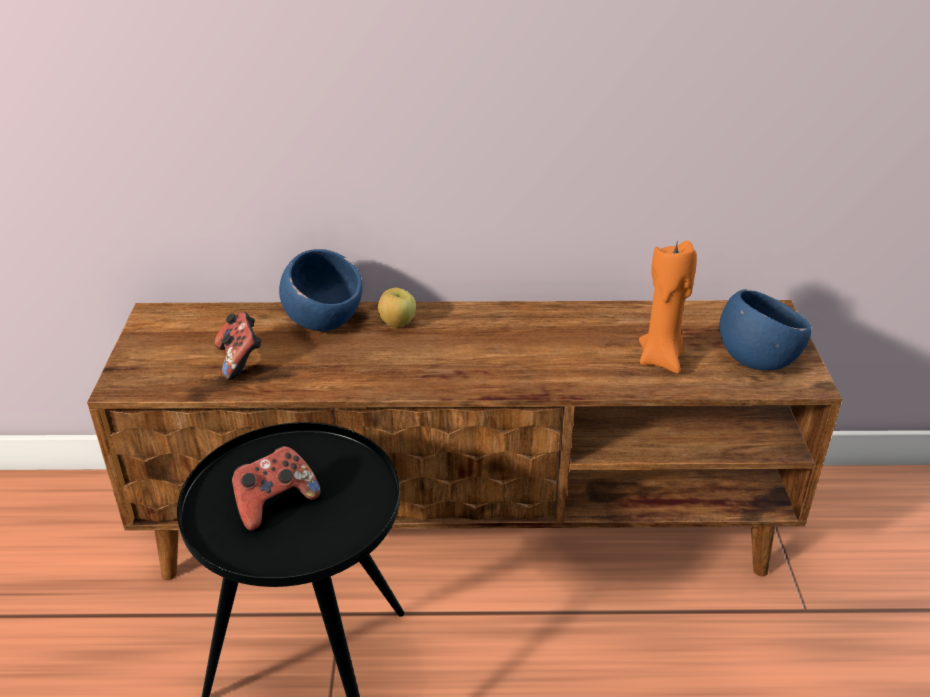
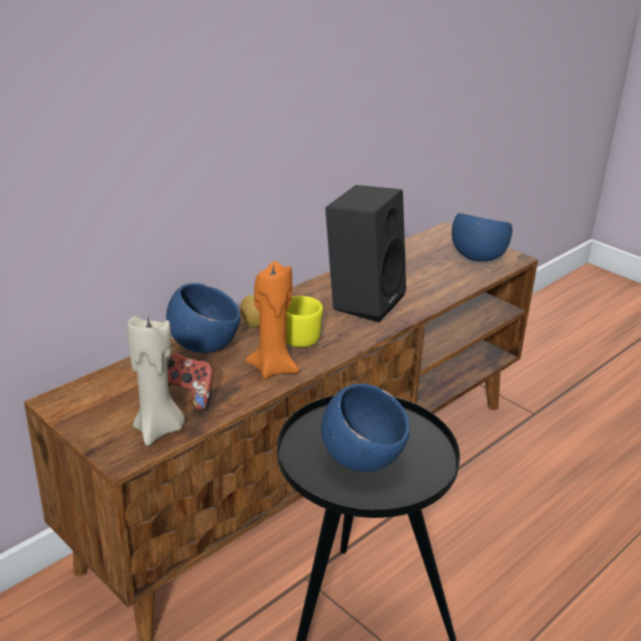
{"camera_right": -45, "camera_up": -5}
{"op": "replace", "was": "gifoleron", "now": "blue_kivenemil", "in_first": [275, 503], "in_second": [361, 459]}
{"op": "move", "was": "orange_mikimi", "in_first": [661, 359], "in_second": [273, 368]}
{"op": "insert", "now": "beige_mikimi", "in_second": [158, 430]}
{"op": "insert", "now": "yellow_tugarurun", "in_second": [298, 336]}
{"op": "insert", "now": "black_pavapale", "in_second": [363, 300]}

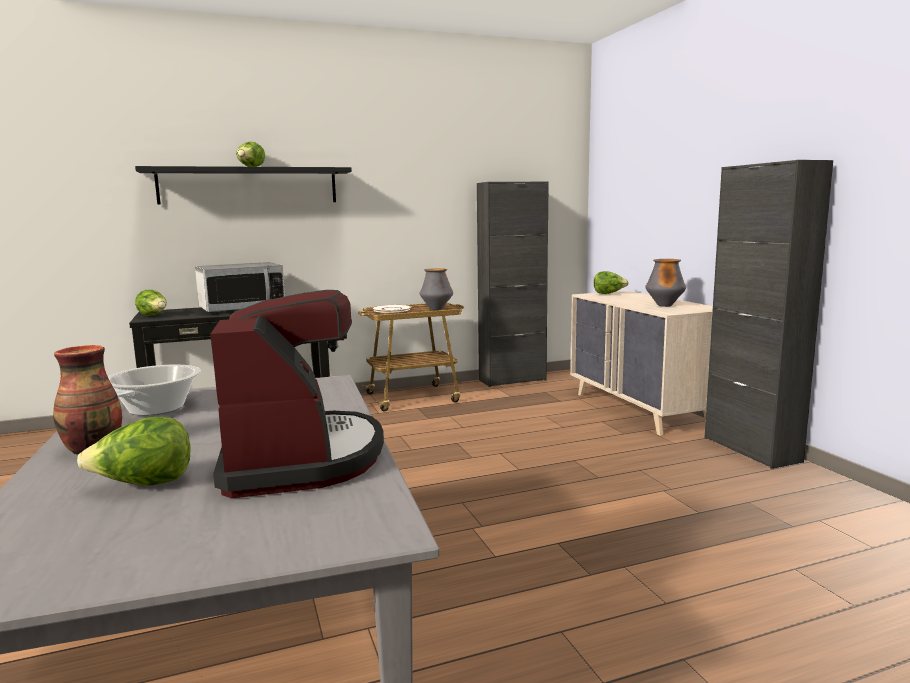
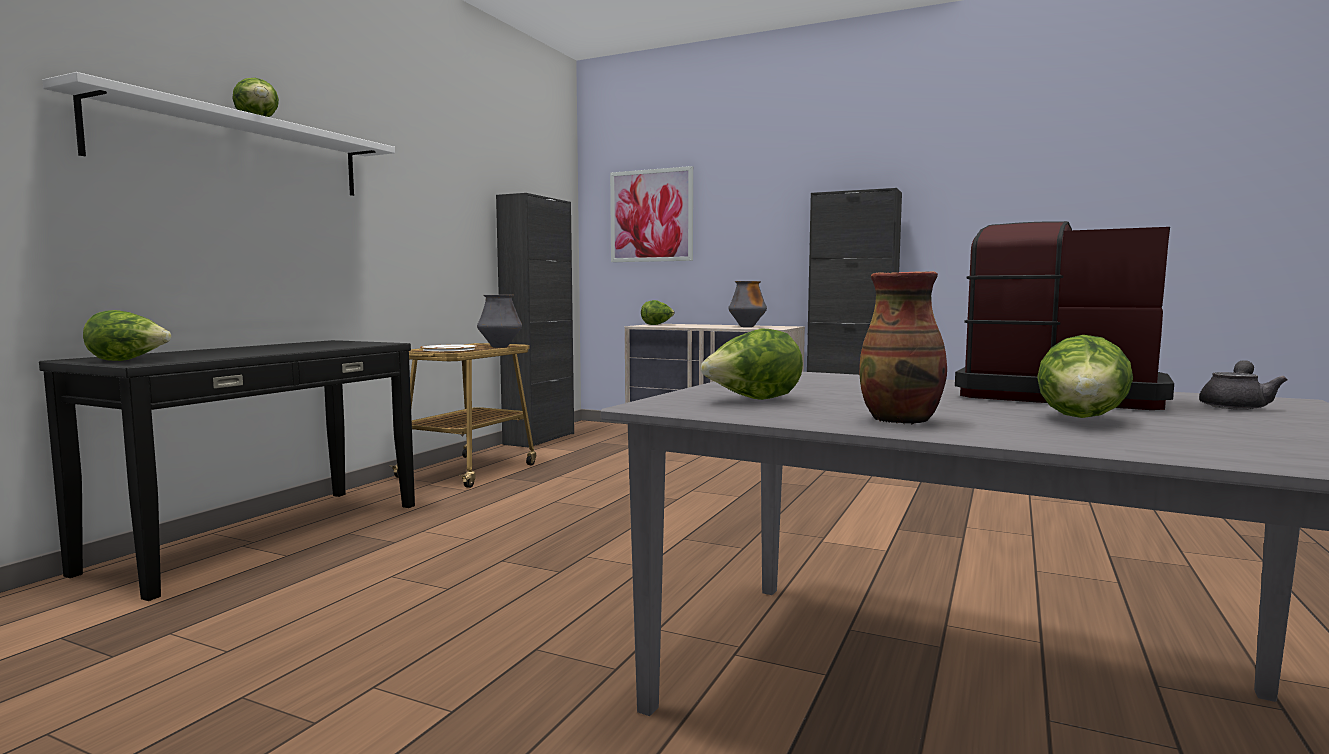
{"camera_right": -45, "camera_up": -5}
{"op": "replace", "was": "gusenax", "now": "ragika", "in_first": [157, 408], "in_second": [753, 400]}
{"op": "recolor", "was": "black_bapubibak", "now": "white_bapubibak", "in_first": [249, 186], "in_second": [237, 150]}
{"op": "delete", "was": "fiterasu", "in_first": [242, 308]}
{"op": "insert", "now": "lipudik", "in_second": [651, 216]}
{"op": "insert", "now": "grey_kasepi", "in_second": [1236, 406]}

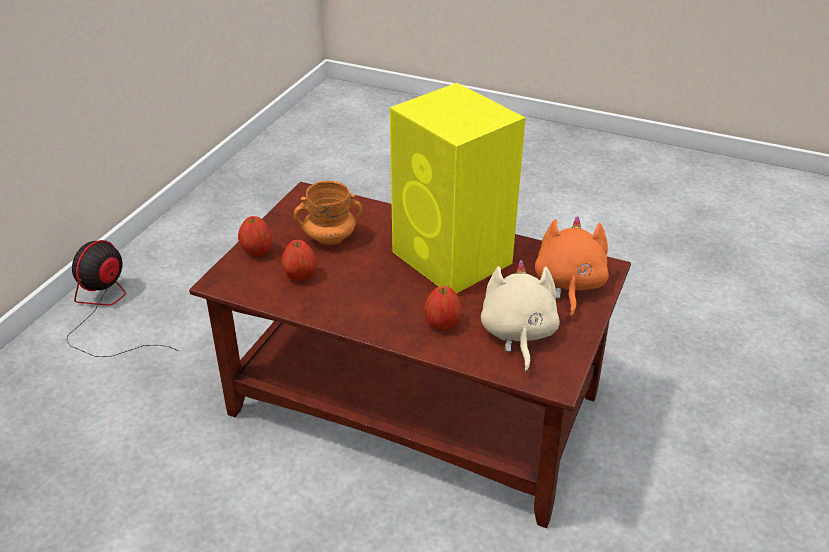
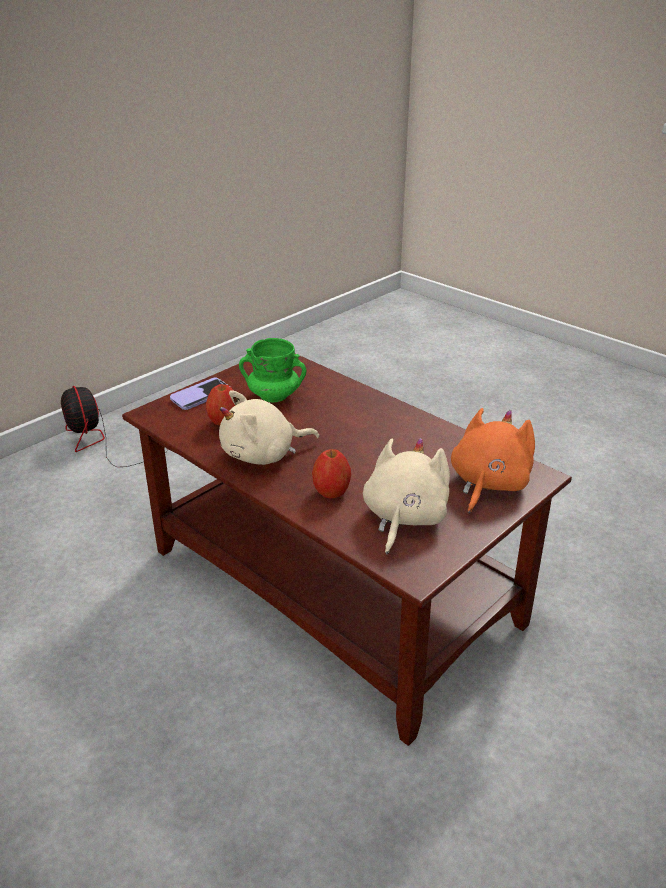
{"camera_right": 20, "camera_up": -5}
{"op": "rotate", "was": "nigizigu", "in_first": [107, 311], "in_second": [108, 442], "clockwise": -75}
{"op": "replace", "was": "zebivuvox", "now": "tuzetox", "in_first": [257, 252], "in_second": [201, 395]}
{"op": "recolor", "was": "orange_tugarurun", "now": "green_tugarurun", "in_first": [330, 238], "in_second": [273, 396]}
{"op": "delete", "was": "yellow_pavapale", "in_first": [453, 259]}
{"op": "insert", "now": "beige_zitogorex", "in_second": [263, 455]}

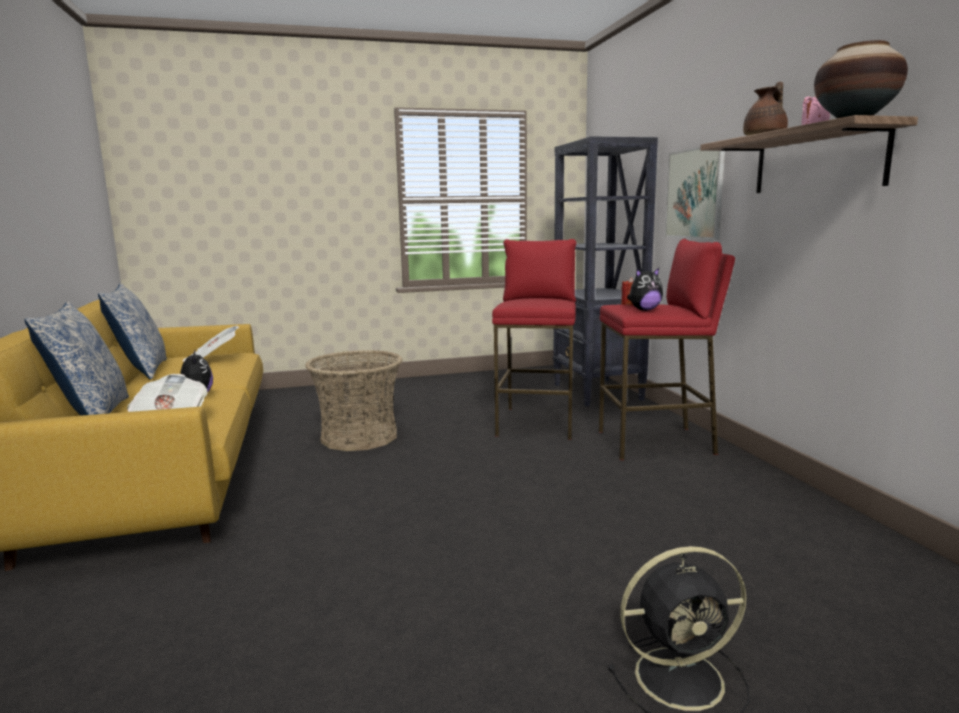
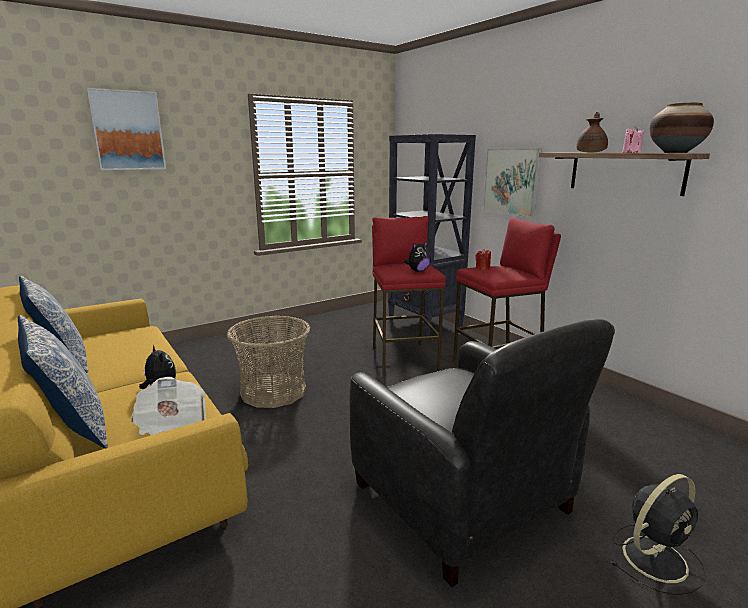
{"camera_right": -20, "camera_up": 5}
{"op": "delete", "was": "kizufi", "in_first": [212, 359]}
{"op": "move", "was": "zitogorex", "in_first": [644, 310], "in_second": [418, 271]}
{"op": "insert", "now": "lipudik", "in_second": [128, 130]}
{"op": "insert", "now": "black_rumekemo", "in_second": [462, 499]}

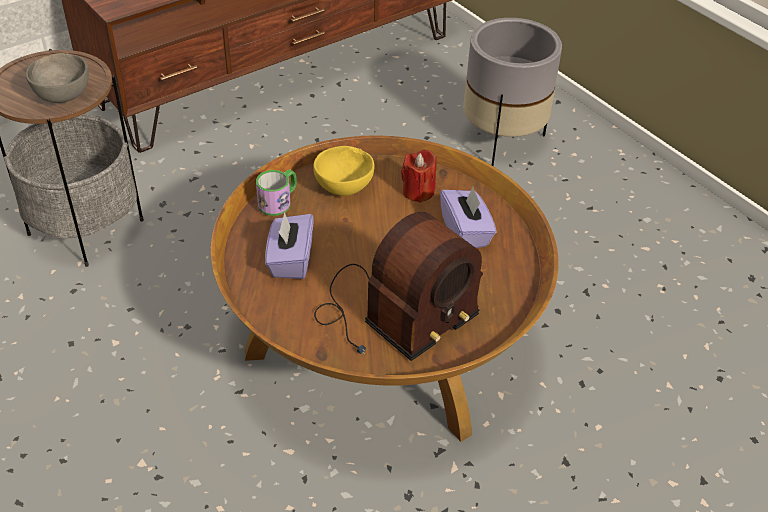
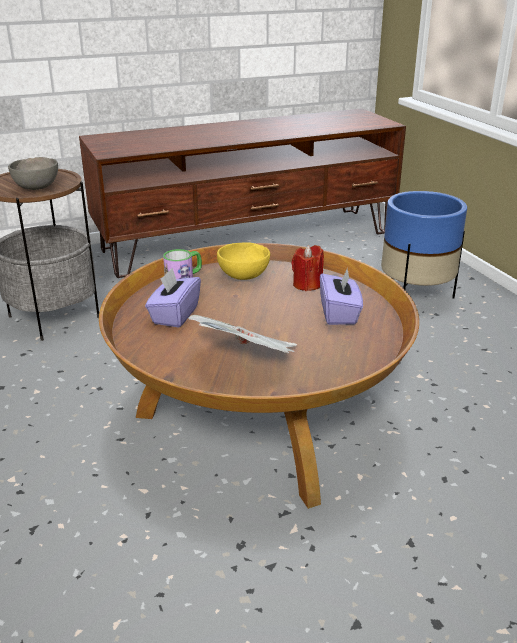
{"camera_right": 15, "camera_up": -15}
{"op": "replace", "was": "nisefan", "now": "kizufi", "in_first": [393, 314], "in_second": [248, 359]}
{"op": "recolor", "was": "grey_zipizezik", "now": "blue_zipizezik", "in_first": [502, 140], "in_second": [415, 297]}

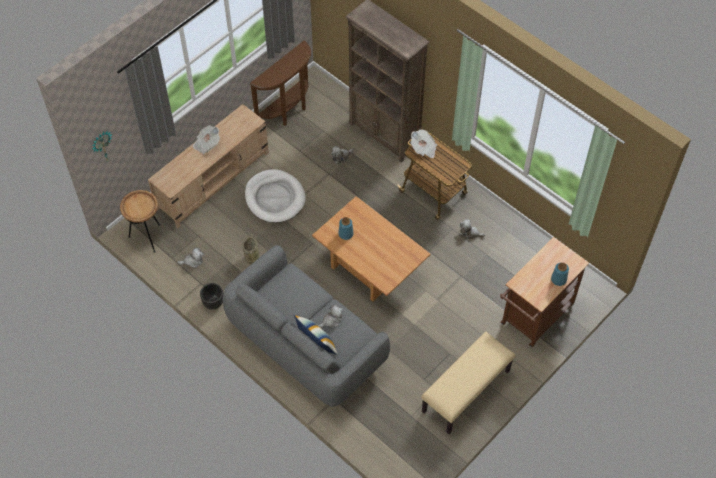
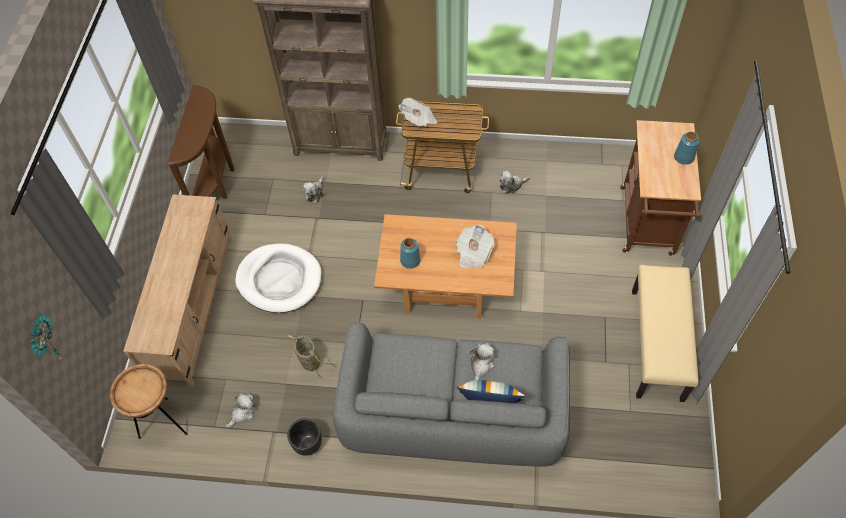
{"camera_right": -35, "camera_up": 0}
{"op": "move", "was": "kizufi", "in_first": [206, 144], "in_second": [473, 253]}

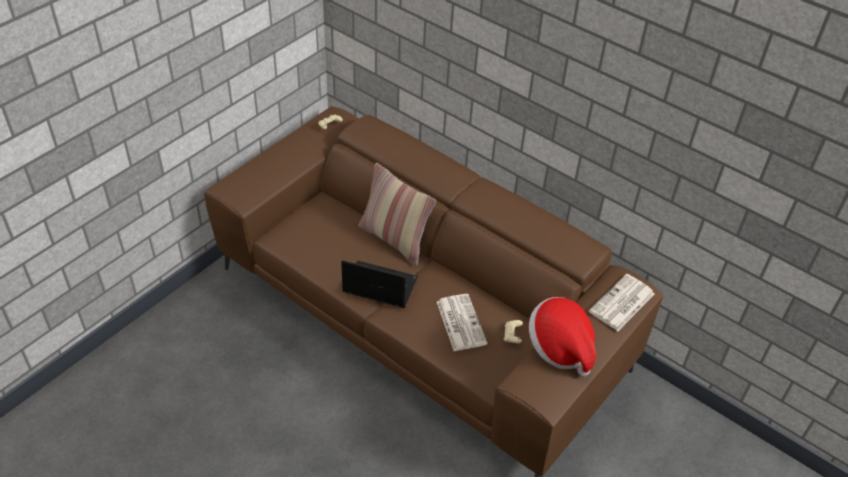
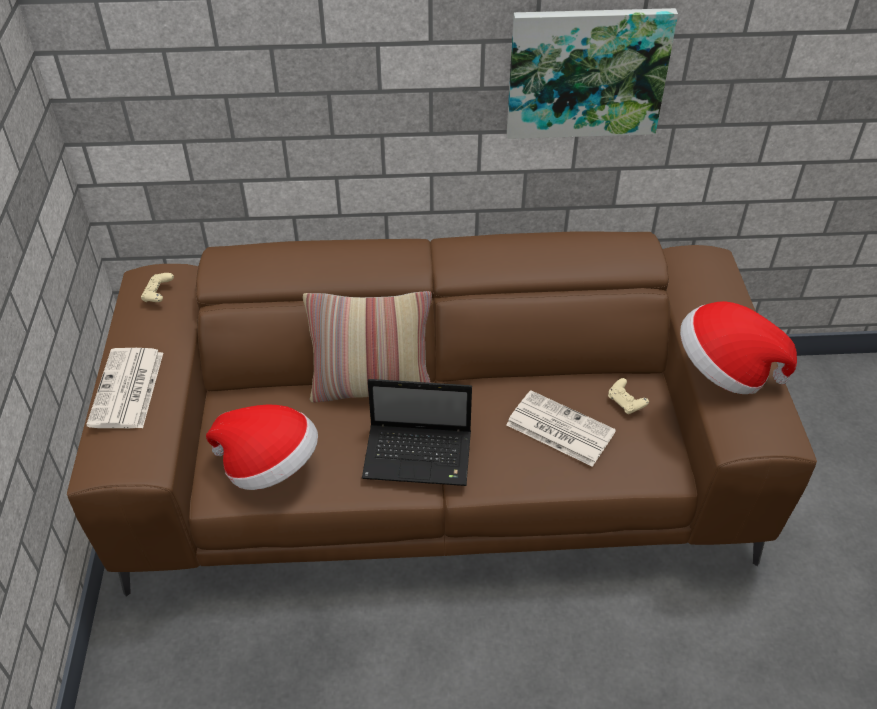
{"camera_right": -40, "camera_up": 0}
{"op": "rotate", "was": "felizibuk", "in_first": [378, 286], "in_second": [420, 456], "clockwise": -150}
{"op": "move", "was": "kizufi", "in_first": [621, 303], "in_second": [127, 390]}
{"op": "insert", "now": "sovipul", "in_second": [270, 466]}
{"op": "insert", "now": "lipudik", "in_second": [586, 72]}

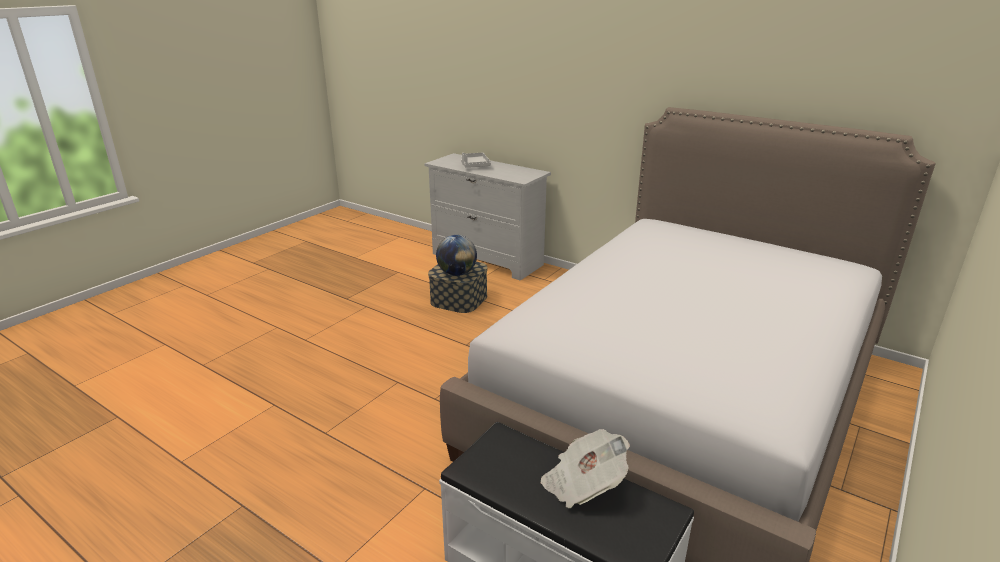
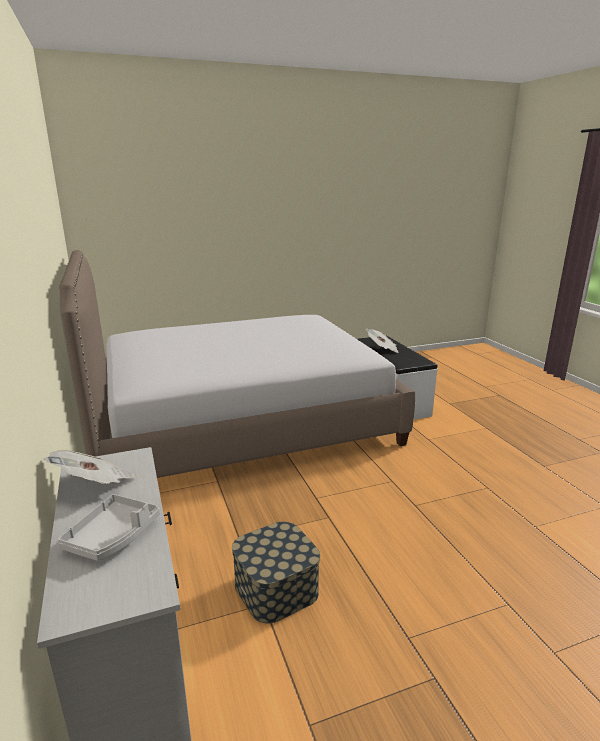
{"camera_right": -145, "camera_up": -5}
{"op": "delete", "was": "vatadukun", "in_first": [457, 273]}
{"op": "insert", "now": "kizufi", "in_second": [95, 484]}

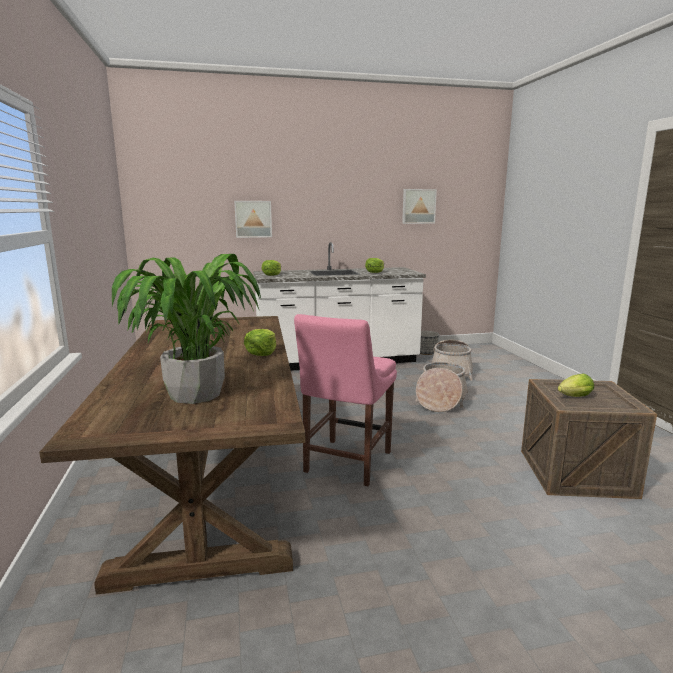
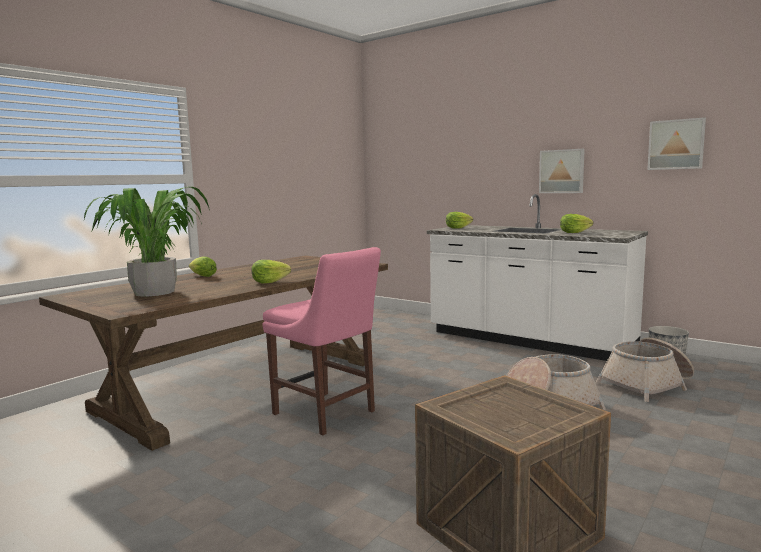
{"camera_right": 50, "camera_up": -5}
{"op": "move", "was": "lipudik", "in_first": [253, 219], "in_second": [562, 171]}
{"op": "rotate", "was": "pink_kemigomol", "in_first": [345, 463], "in_second": [327, 414], "clockwise": -120}
{"op": "move", "was": "ragika", "in_first": [573, 397], "in_second": [202, 276]}

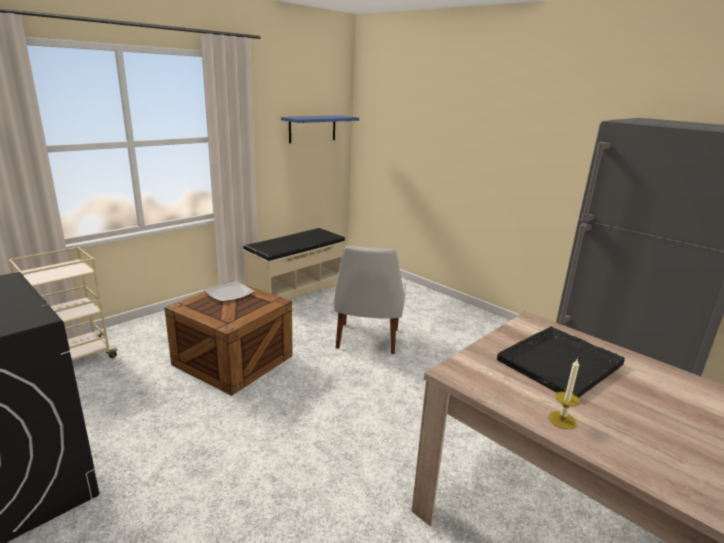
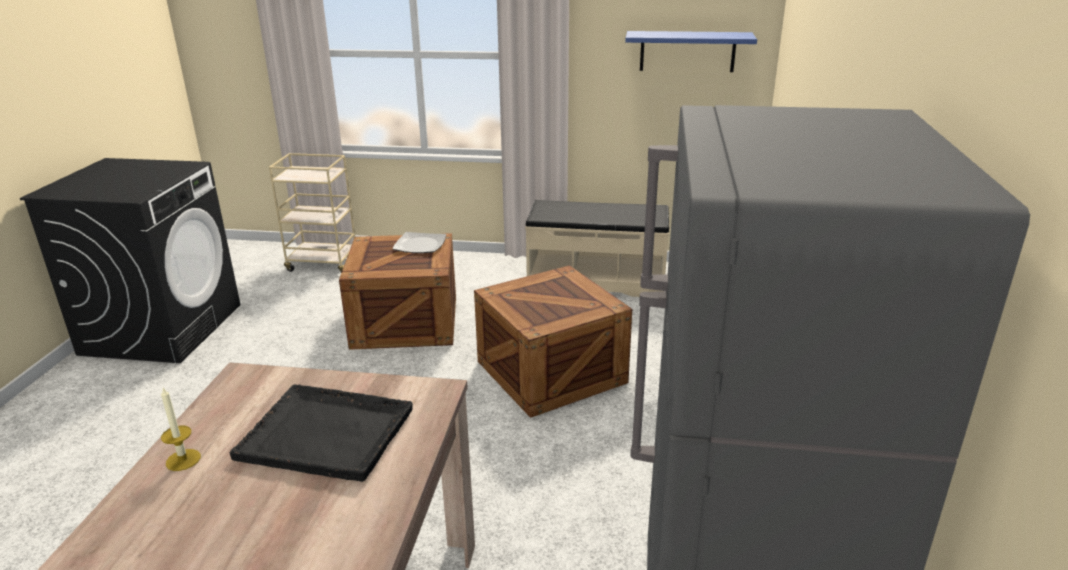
{"camera_right": 55, "camera_up": 5}
{"op": "replace", "was": "white_kemigomol", "now": "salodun", "in_first": [367, 340], "in_second": [548, 371]}

